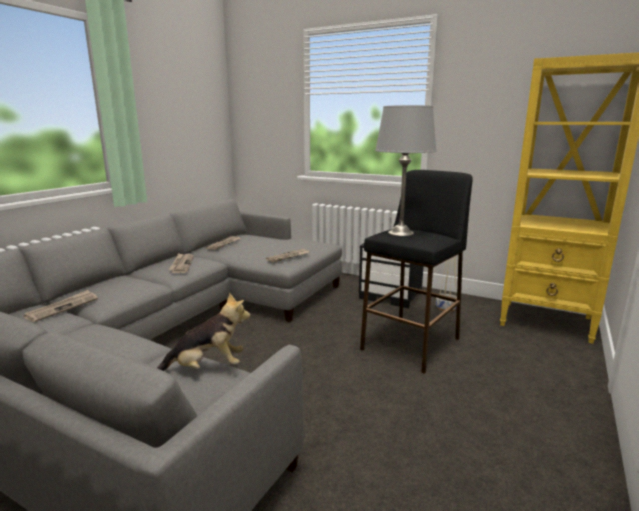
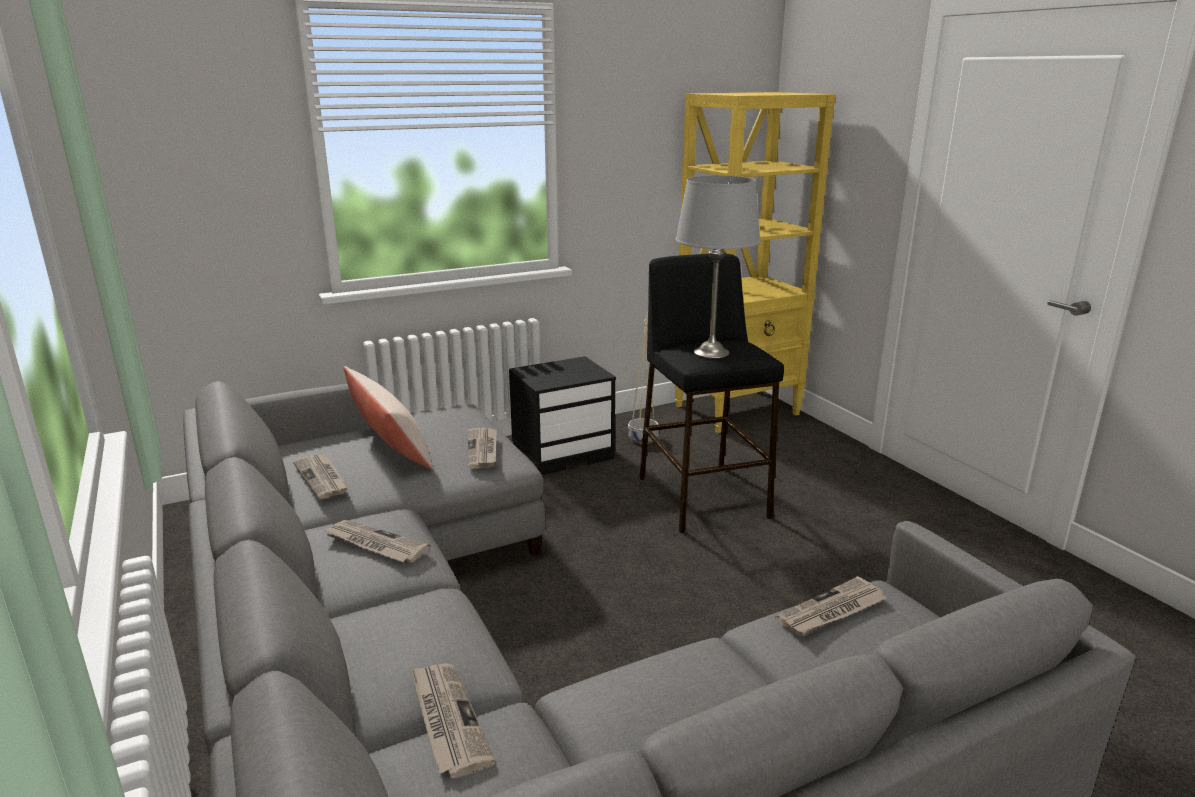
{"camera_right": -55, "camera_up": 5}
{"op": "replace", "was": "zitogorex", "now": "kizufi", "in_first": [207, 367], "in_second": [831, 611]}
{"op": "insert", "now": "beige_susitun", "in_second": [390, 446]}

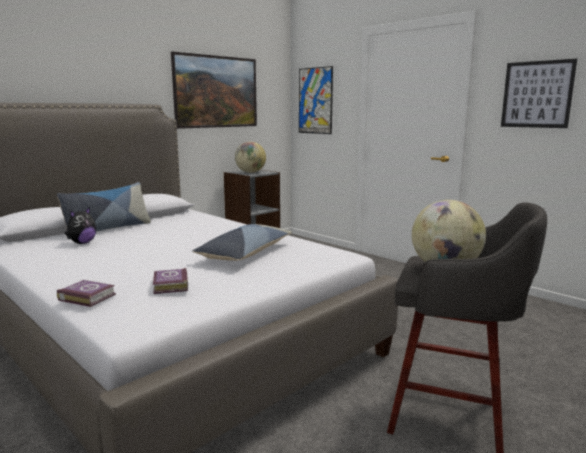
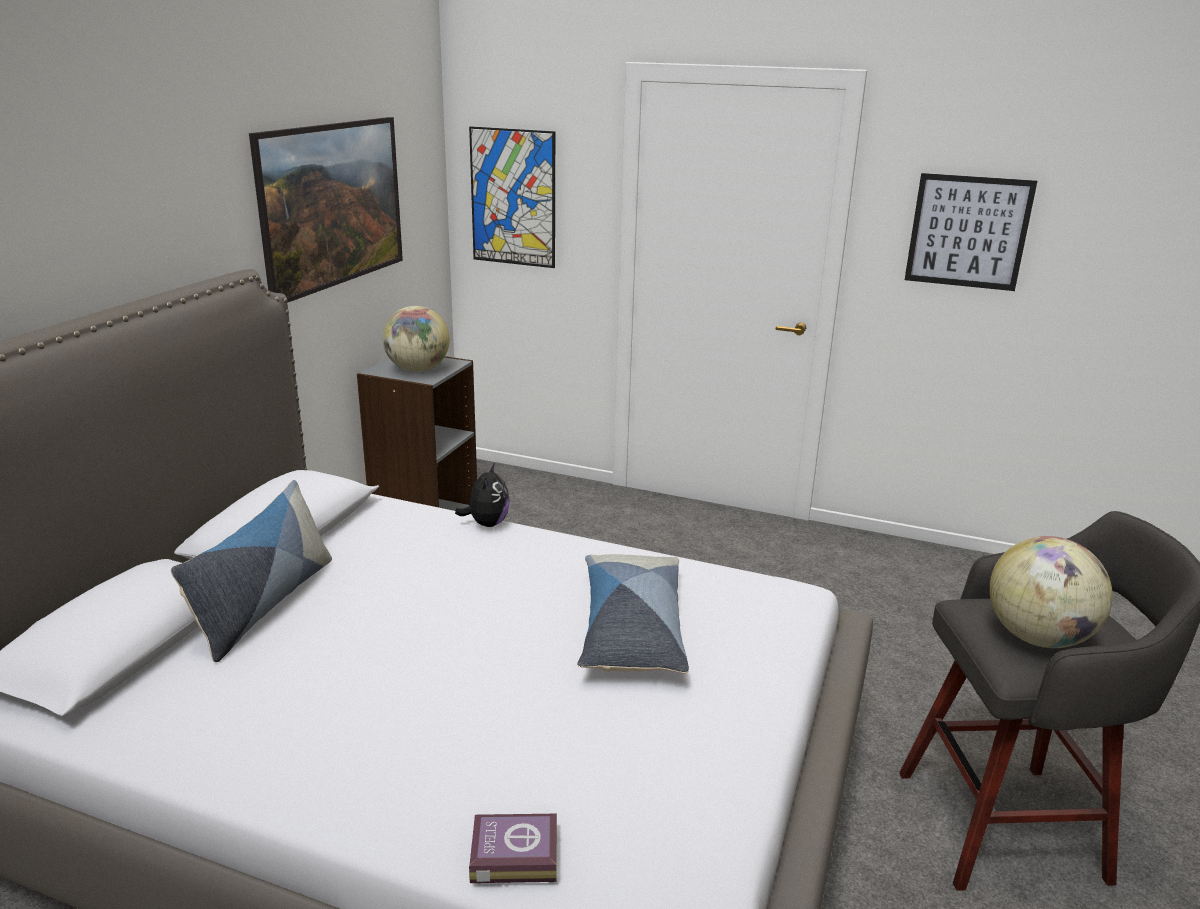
{"camera_right": -25, "camera_up": 10}
{"op": "move", "was": "zitogorex", "in_first": [82, 243], "in_second": [487, 523]}
{"op": "delete", "was": "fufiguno", "in_first": [170, 285]}

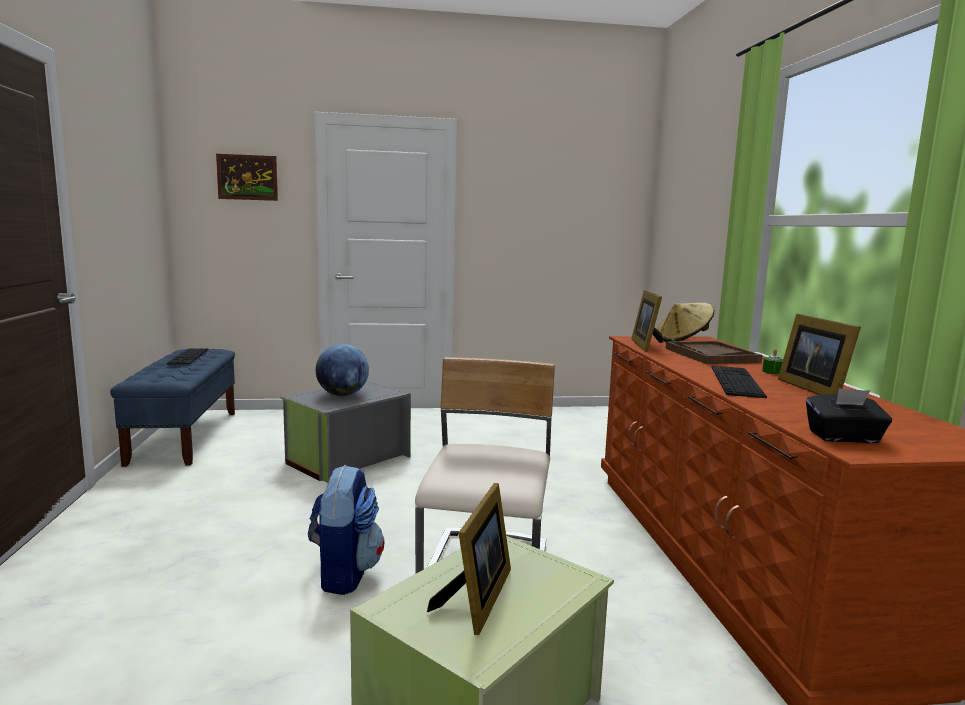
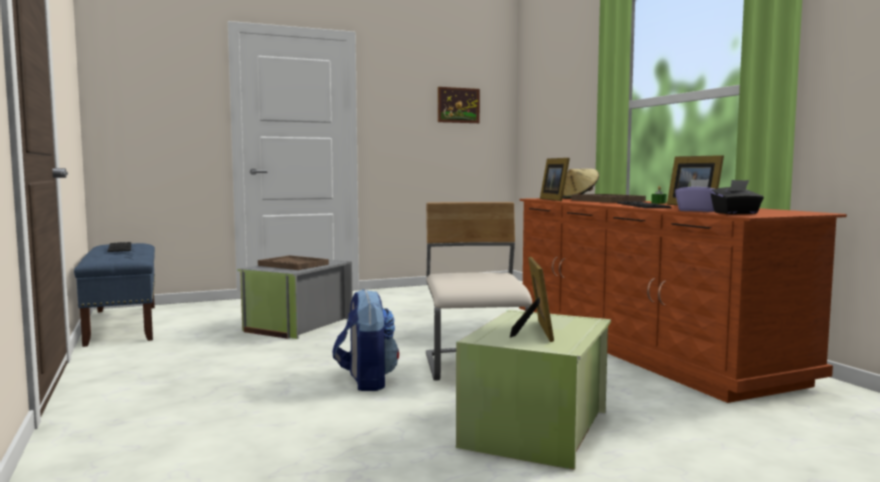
{"camera_right": -15, "camera_up": -5}
{"op": "move", "was": "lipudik", "in_first": [247, 177], "in_second": [458, 105]}
{"op": "replace", "was": "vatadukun", "now": "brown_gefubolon", "in_first": [342, 395], "in_second": [293, 265]}
{"op": "insert", "now": "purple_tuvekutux", "in_second": [697, 211]}

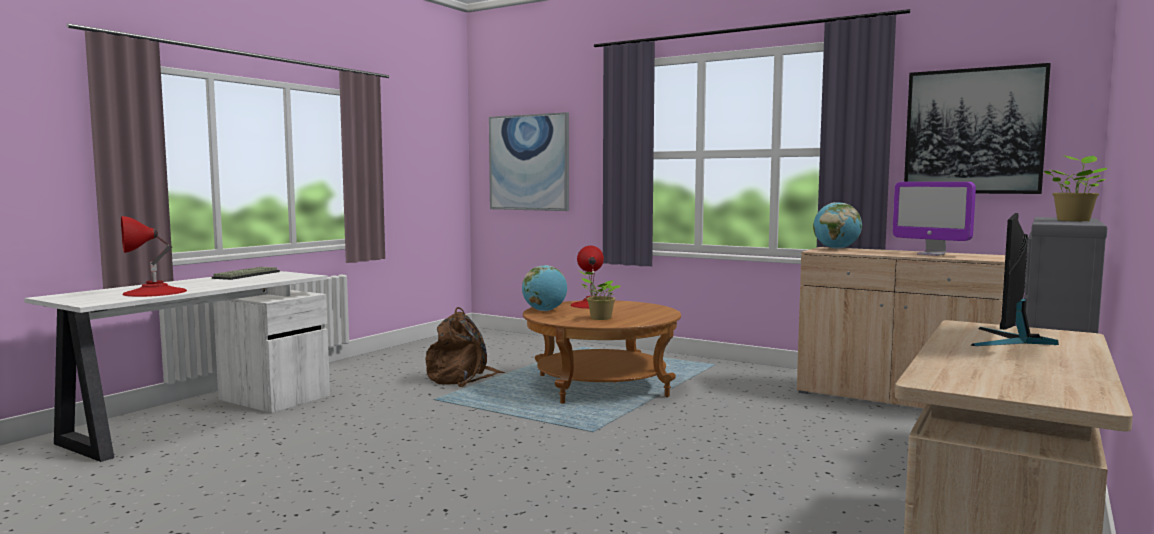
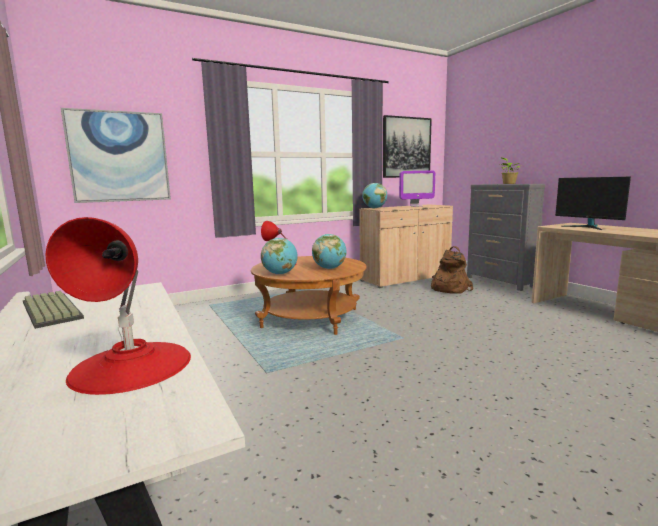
{"camera_right": -60, "camera_up": 5}
{"op": "move", "was": "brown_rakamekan", "in_first": [462, 378], "in_second": [448, 289]}
{"op": "replace", "was": "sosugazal", "now": "vatadukun", "in_first": [599, 318], "in_second": [329, 268]}

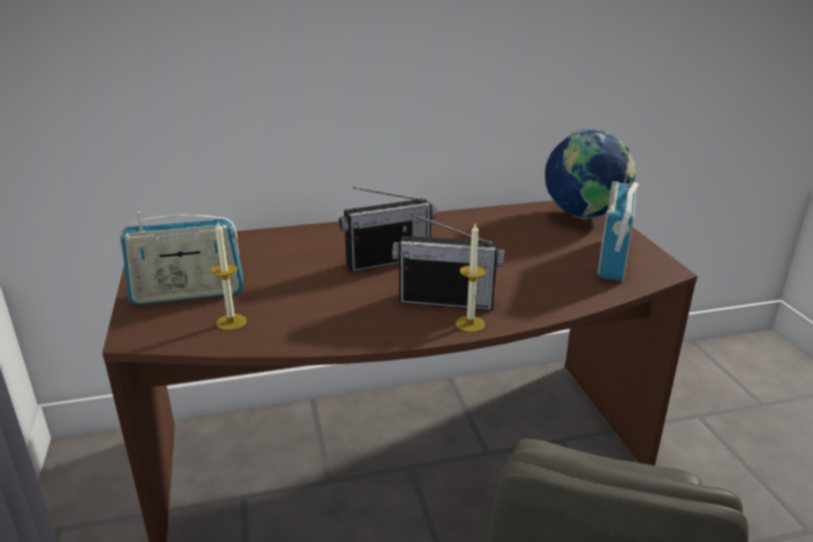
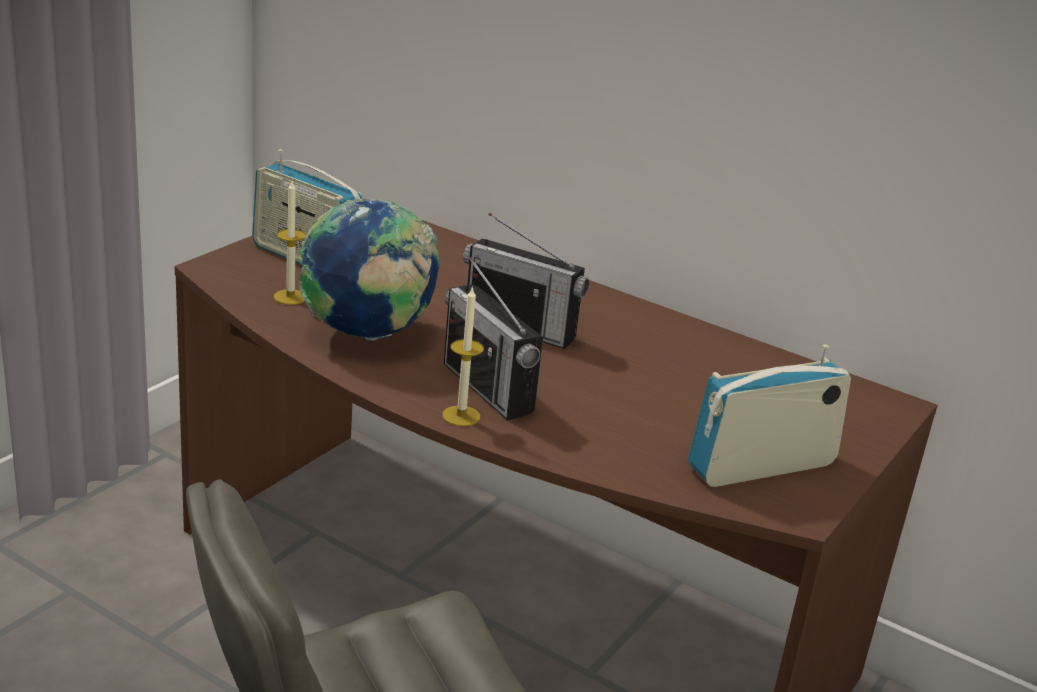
{"camera_right": 45, "camera_up": 0}
{"op": "move", "was": "vatadukun", "in_first": [584, 217], "in_second": [368, 335]}

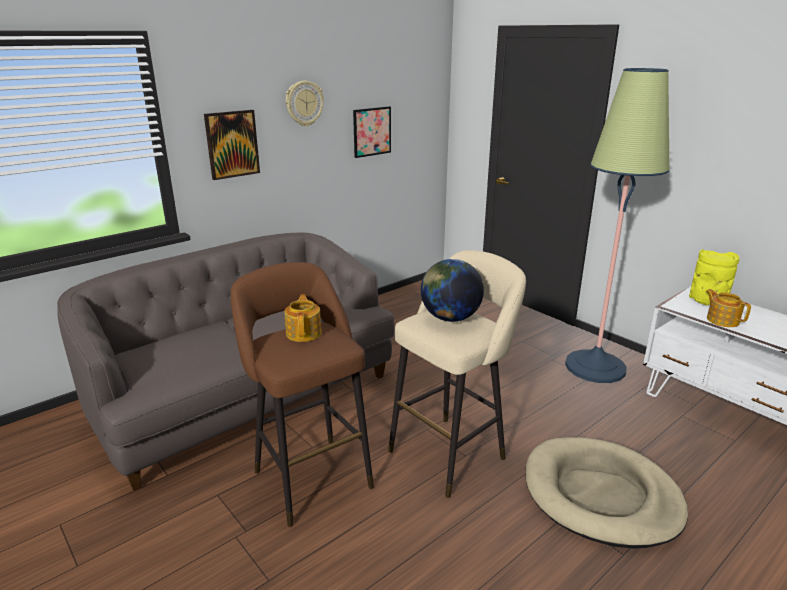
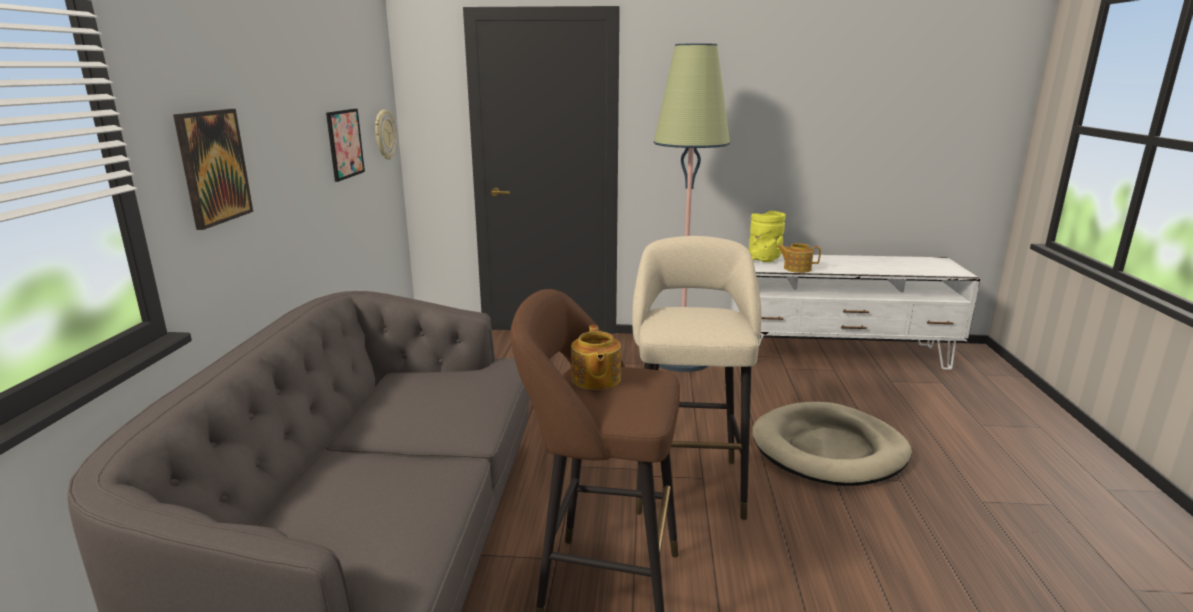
{"camera_right": -45, "camera_up": -5}
{"op": "rotate", "was": "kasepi", "in_first": [304, 333], "in_second": [595, 379], "clockwise": -135}
{"op": "move", "was": "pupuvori", "in_first": [304, 103], "in_second": [384, 135]}
{"op": "delete", "was": "vatadukun", "in_first": [450, 318]}

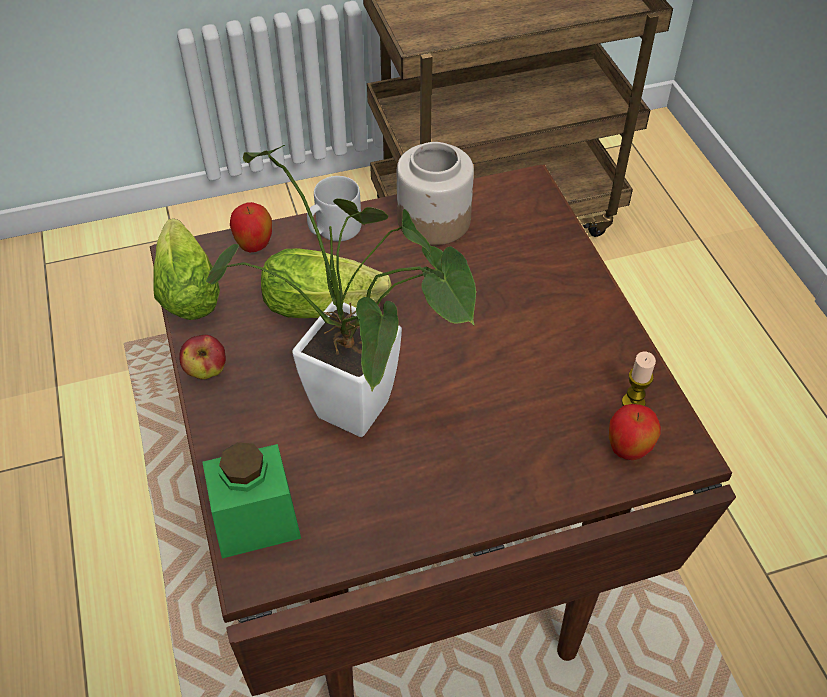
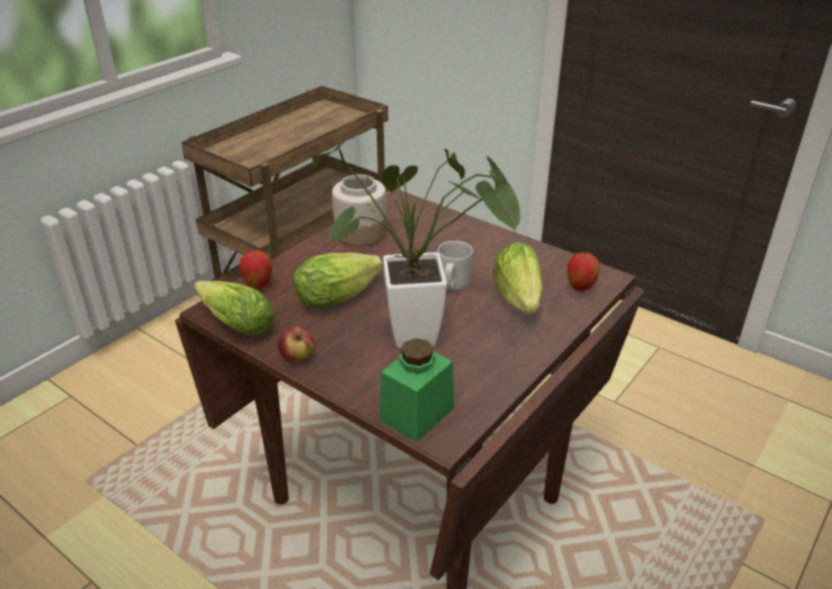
{"camera_right": -35, "camera_up": -15}
{"op": "move", "was": "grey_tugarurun", "in_first": [334, 229], "in_second": [452, 284]}
{"op": "delete", "was": "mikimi", "in_first": [633, 402]}
{"op": "insert", "now": "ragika", "in_second": [519, 300]}

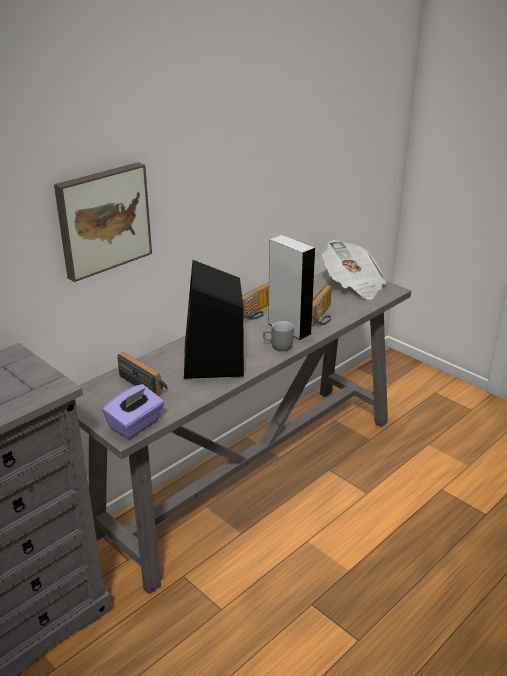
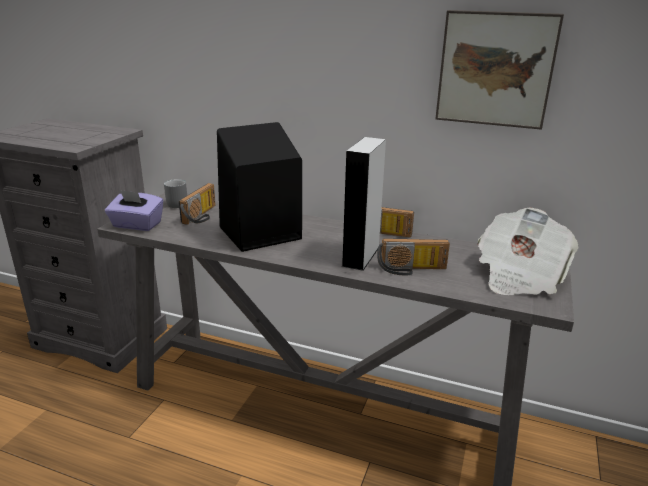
{"camera_right": 65, "camera_up": -5}
{"op": "move", "was": "lipudik", "in_first": [102, 219], "in_second": [496, 69]}
{"op": "move", "was": "grey_tugarurun", "in_first": [278, 347], "in_second": [175, 203]}

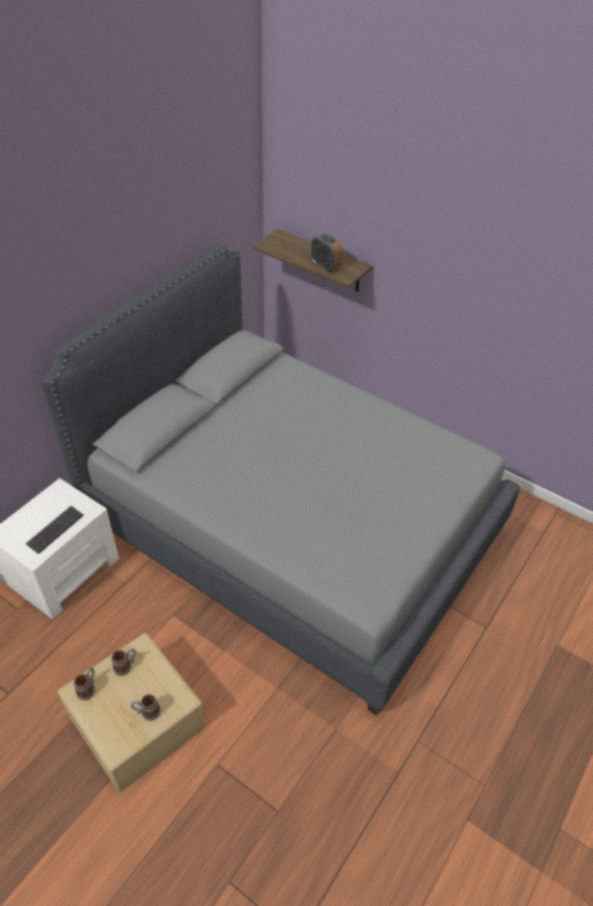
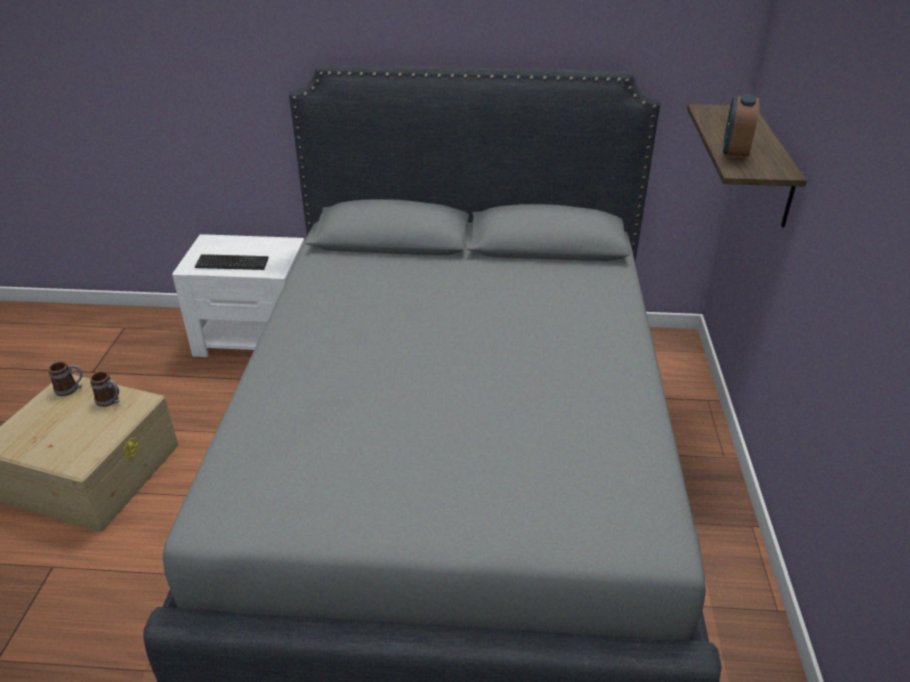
{"camera_right": 60, "camera_up": -10}
{"op": "delete", "was": "tugarurun", "in_first": [147, 712]}

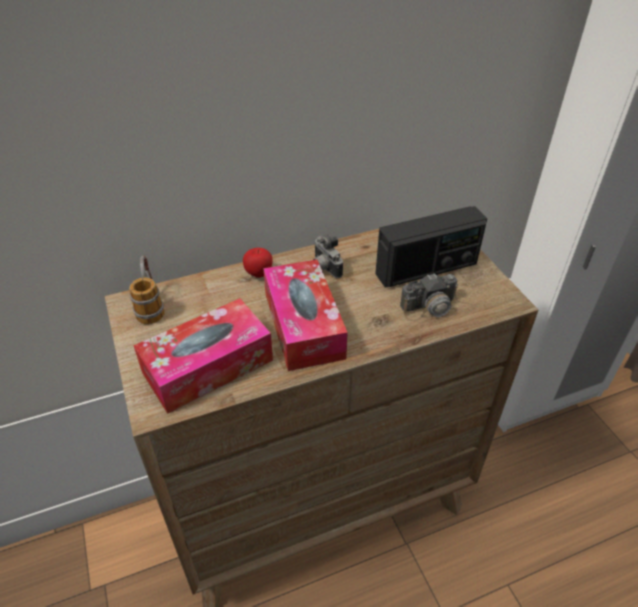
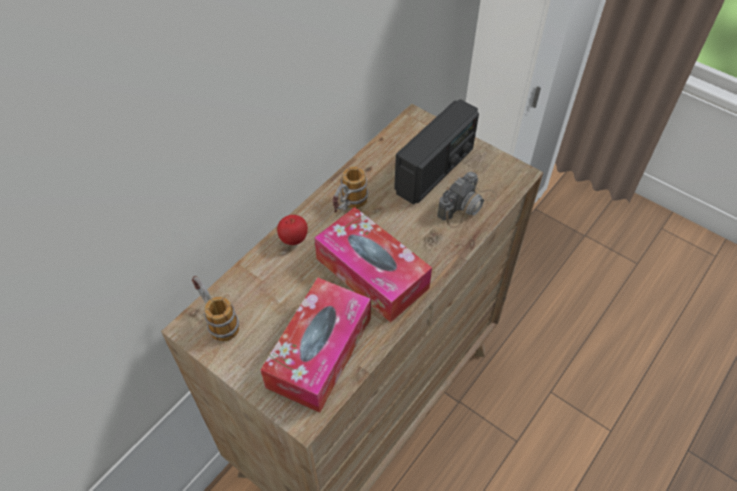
{"camera_right": -30, "camera_up": 10}
{"op": "replace", "was": "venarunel", "now": "tugarurun", "in_first": [324, 268], "in_second": [348, 207]}

